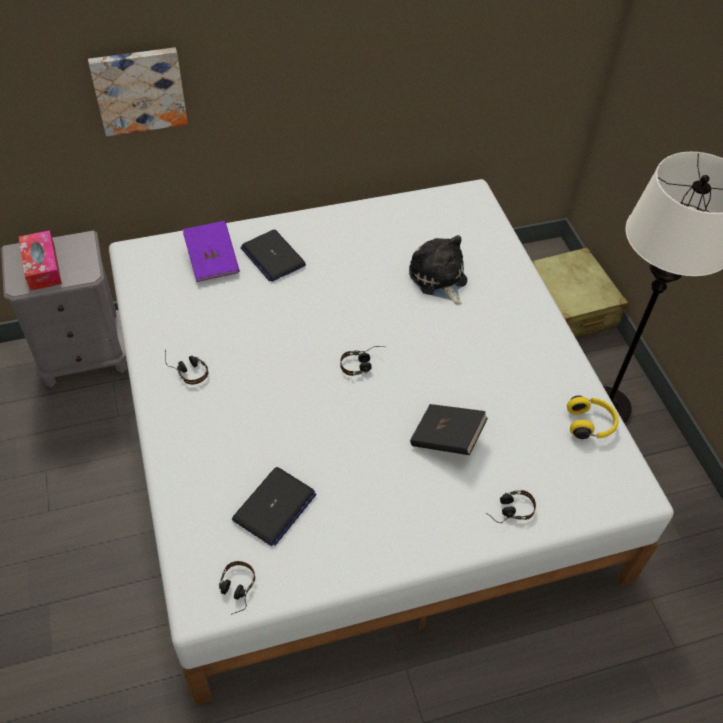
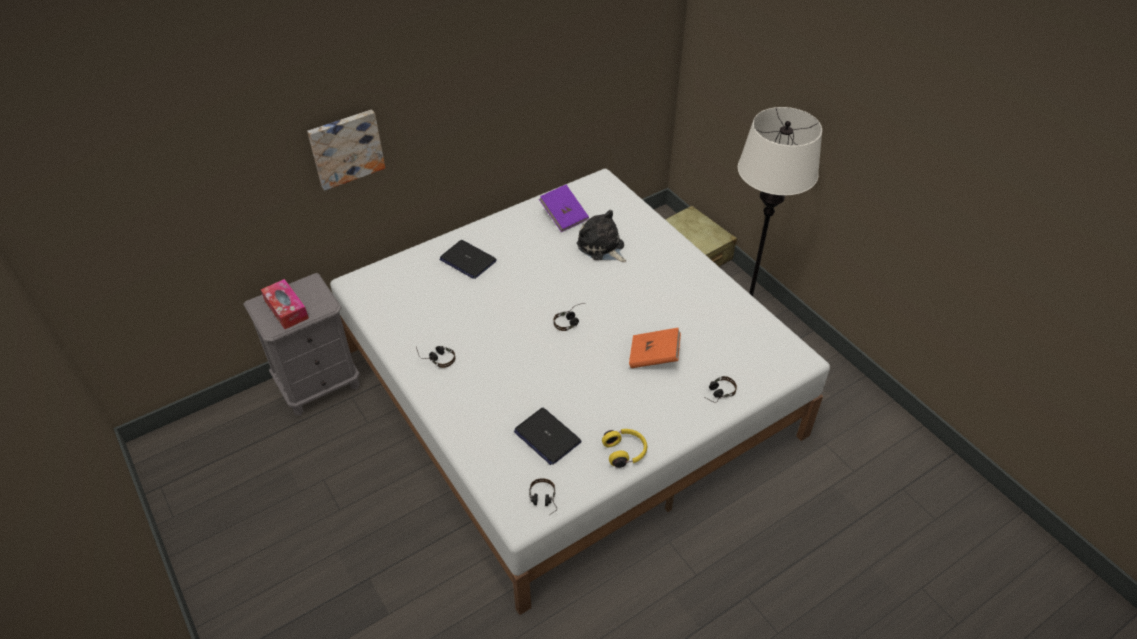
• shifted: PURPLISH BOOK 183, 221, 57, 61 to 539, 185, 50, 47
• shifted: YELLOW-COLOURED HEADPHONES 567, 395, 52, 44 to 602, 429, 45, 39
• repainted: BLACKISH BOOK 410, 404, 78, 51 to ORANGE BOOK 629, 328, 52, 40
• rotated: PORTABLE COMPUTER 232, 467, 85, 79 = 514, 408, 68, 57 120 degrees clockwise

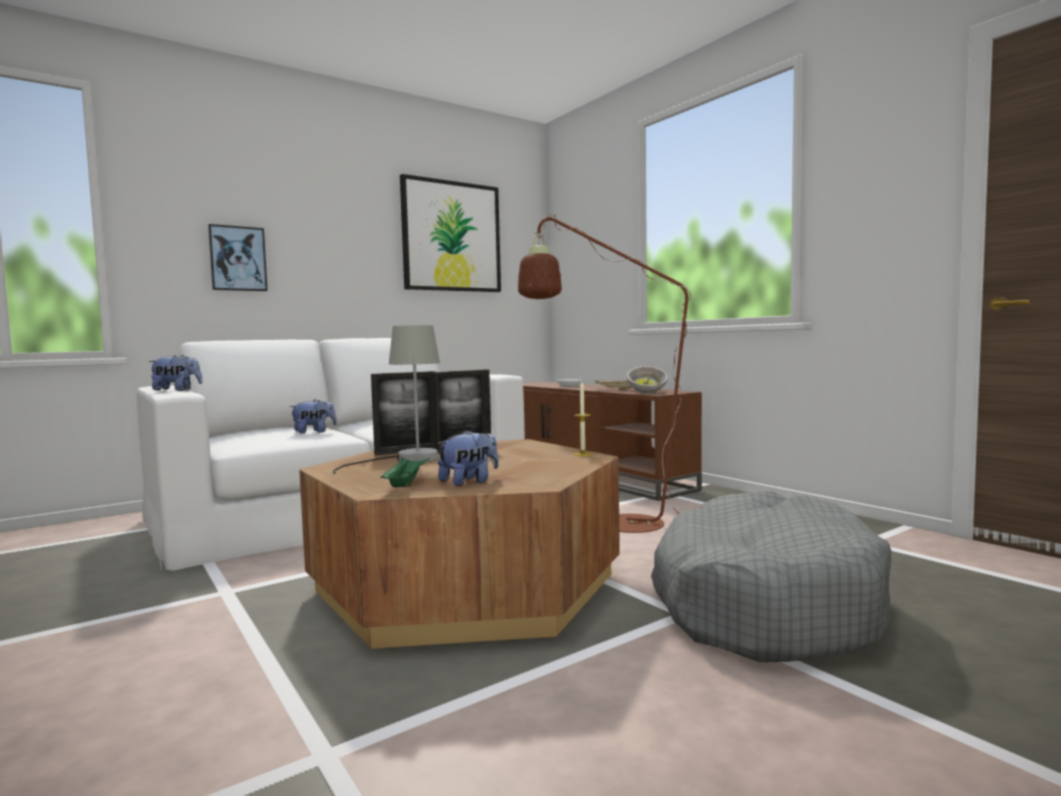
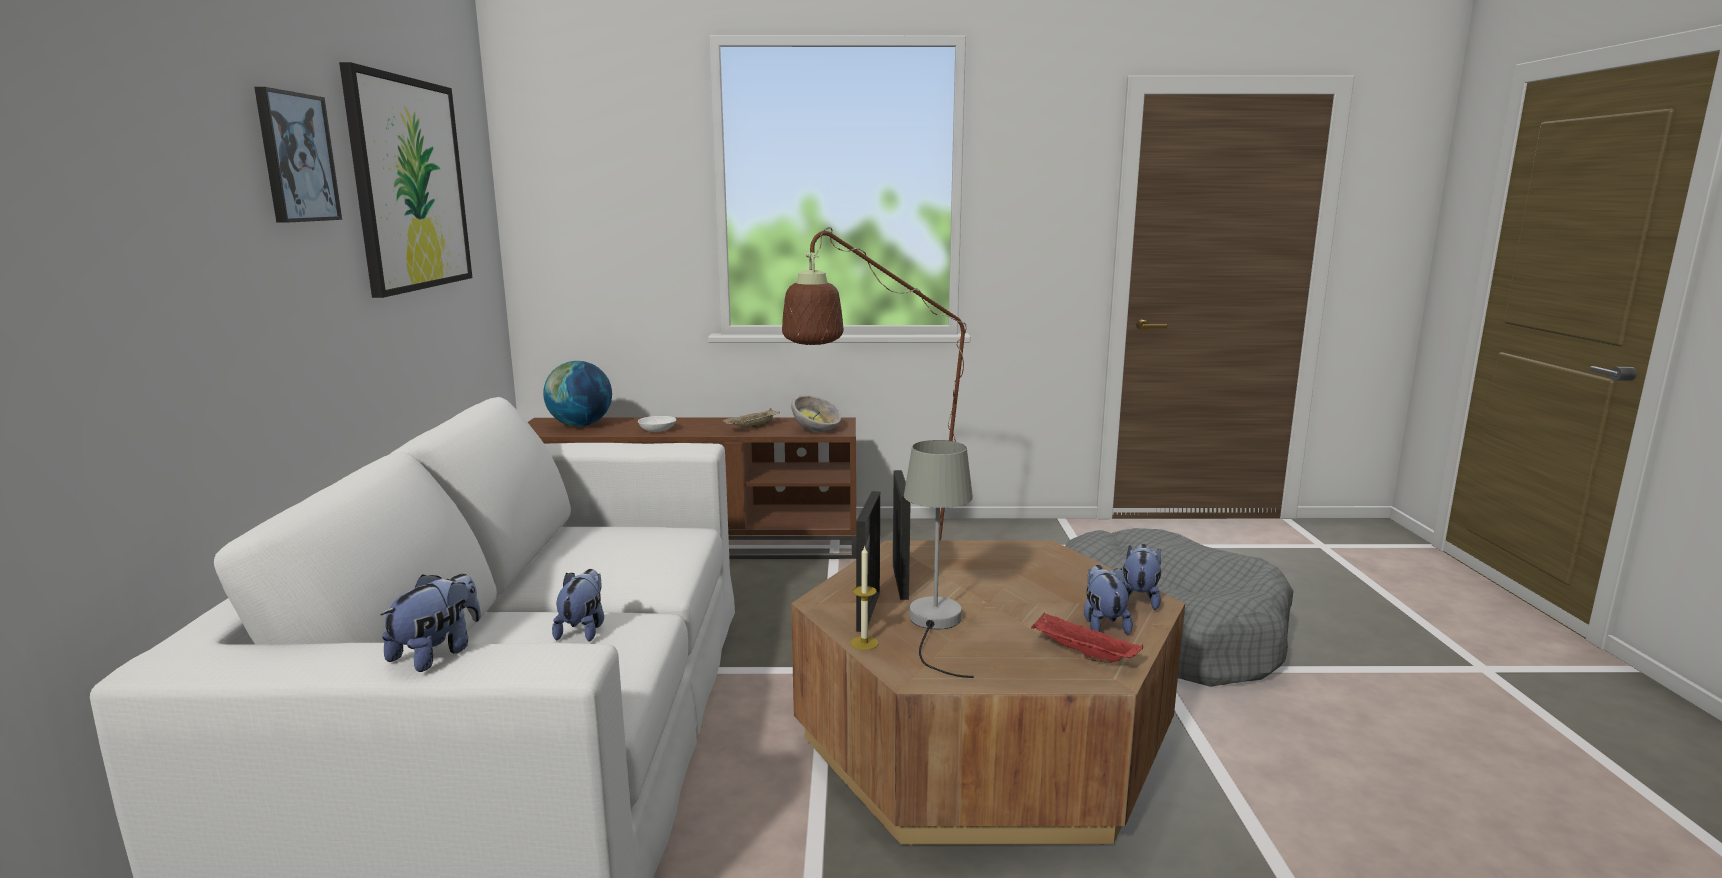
• new: GLOBE 543, 361, 69, 66
• new: PLUSH TOY 1123, 544, 38, 66
• shifted: WALL PICTURE 208, 224, 60, 67 to 254, 87, 88, 136
• shifted: CANDLE 573, 382, 20, 74 to 851, 545, 27, 105
• repainted: GREEN SERVING TRAY 379, 457, 51, 30 to REDDISH SERVING TRAY 1031, 612, 112, 51

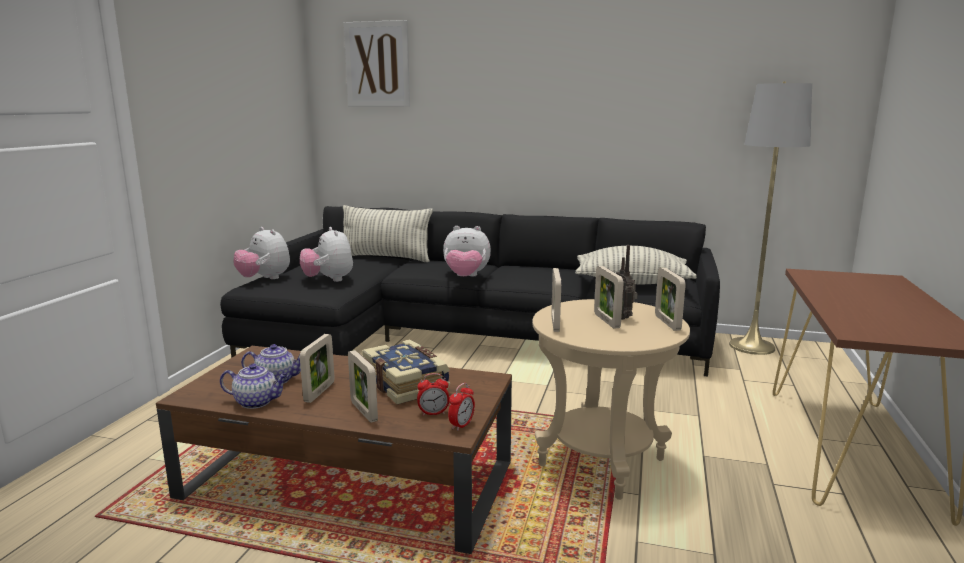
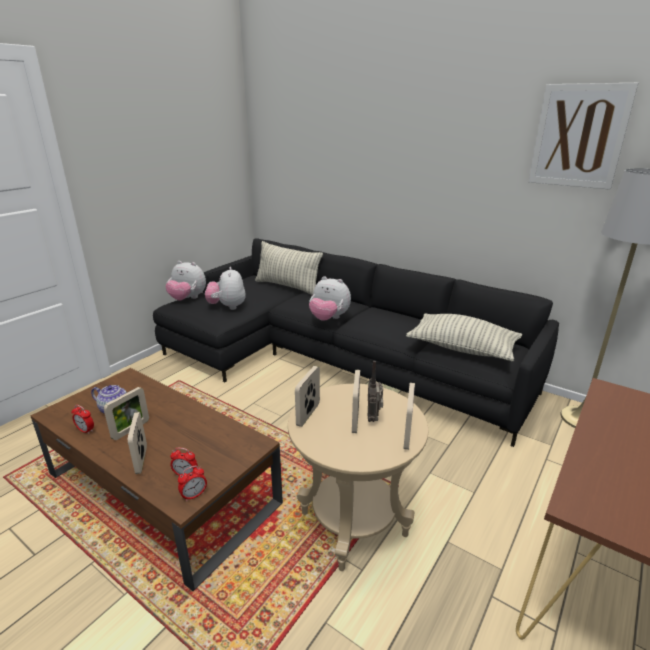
• gone: BOOK 362, 339, 88, 65
• shifted: WALL PICTURE 344, 20, 66, 87 to 529, 83, 109, 107
• swapped: POT FOR TEA 220, 363, 68, 46 to ALARM CLOCK 71, 405, 23, 29
• rotated: PLUSH TOY 234, 227, 56, 52 = 165, 261, 41, 39 45 degrees counterclockwise

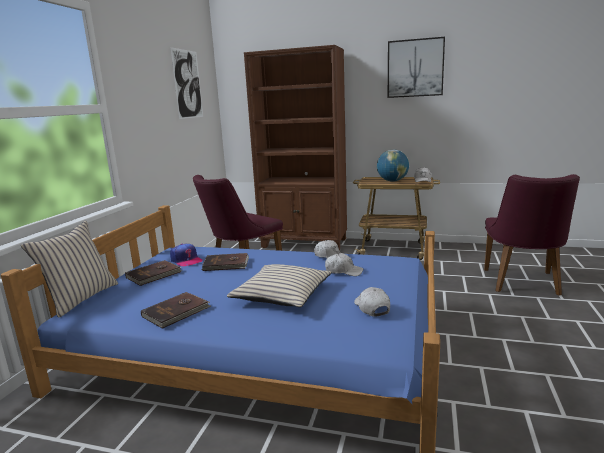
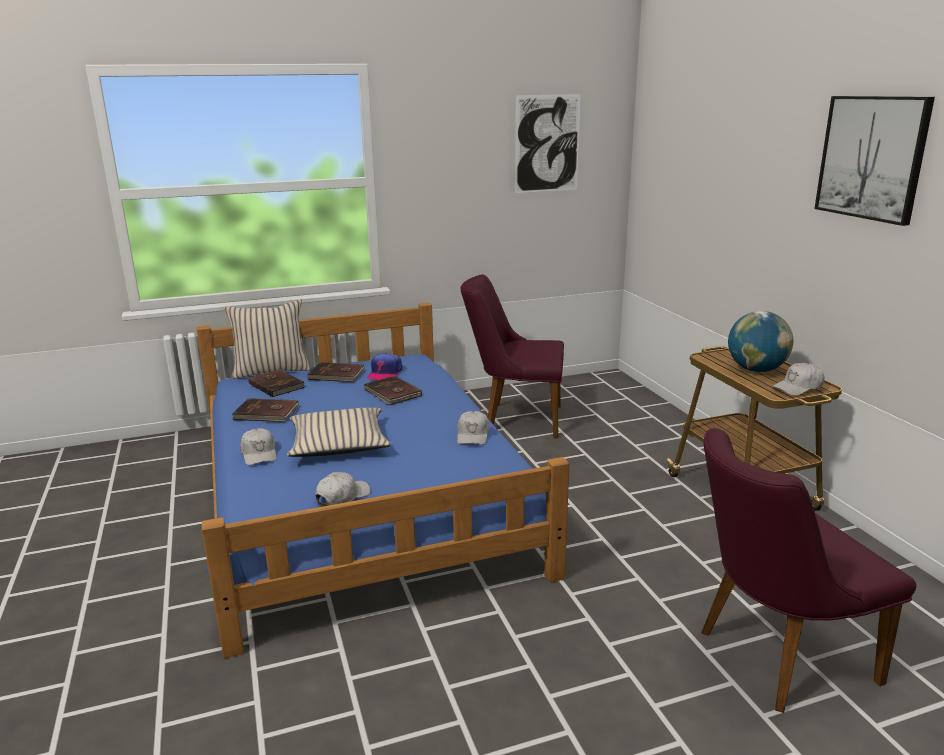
• gone: BROWNISH SHELVING UNIT 244, 45, 103, 206
• new: BROWNISH BOOK 248, 369, 57, 28
• shifted: WHITISH PEAKED CAP 325, 253, 38, 23 to 240, 428, 37, 37

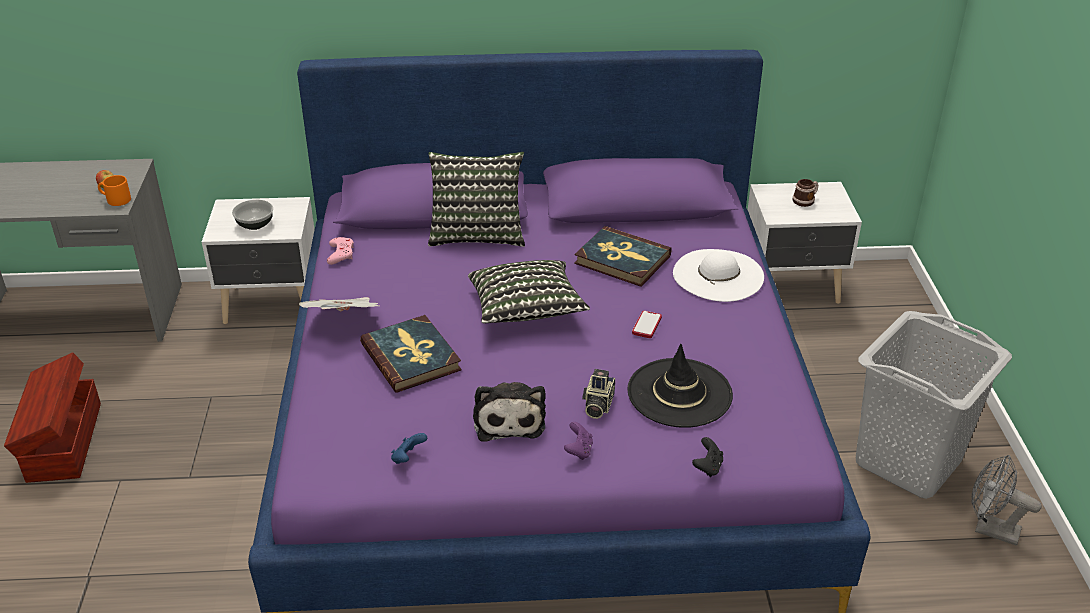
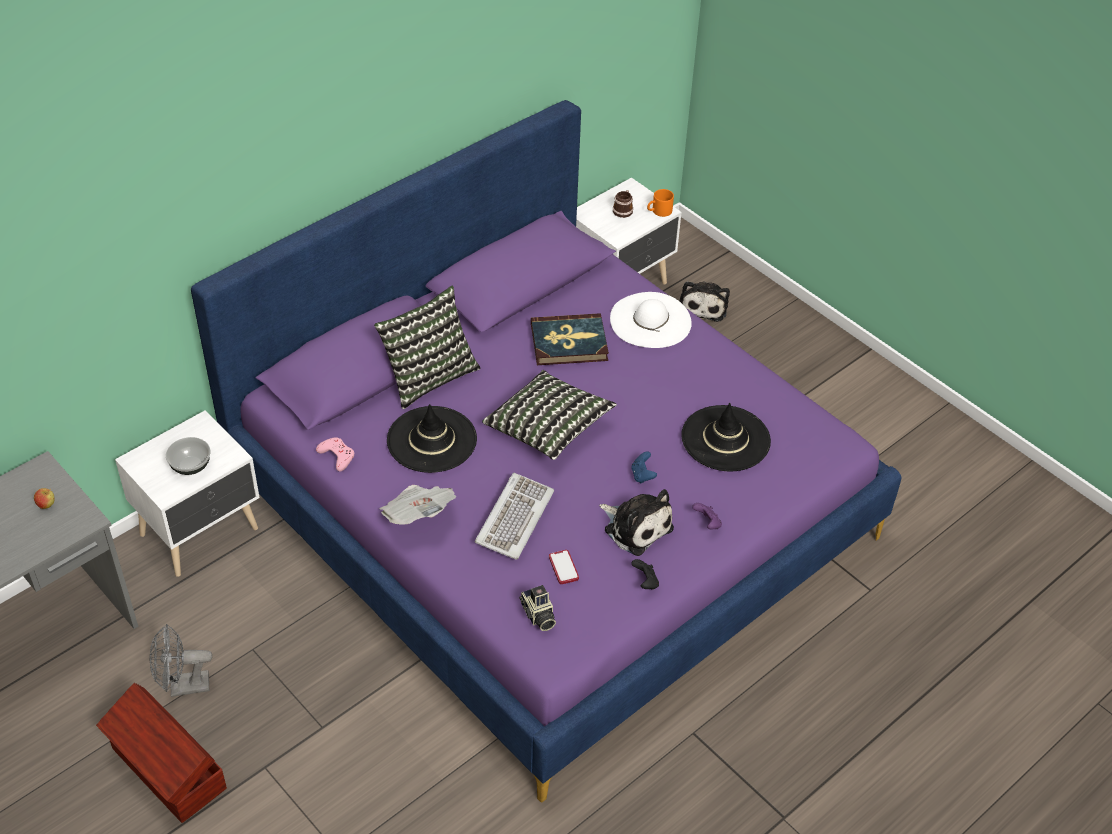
• gone: GREY WASHING BASKET 856, 311, 156, 188
• new: BLACKISH HAT 387, 404, 90, 69
• new: PLUSH TOY 680, 281, 50, 41
• shifted: ORANGE COFFEE MUG 98, 175, 33, 31 to 647, 189, 27, 28
• shifted: BLUE-COLOURED GAME CONTROLLER 391, 433, 36, 31 to 631, 451, 26, 32
• shifted: PHOTO CAMERA 582, 369, 33, 50 to 519, 585, 37, 46
• shifted: PHONE 632, 311, 30, 27 to 549, 550, 30, 34
• shifted: BLACKISH GAME CONTROLLER 692, 437, 31, 40 to 631, 559, 28, 31
• shifted: GREY ELECTRIC FAN 971, 455, 71, 91 to 150, 624, 63, 73
• swapped: BOOK 360, 315, 102, 78 to PC KEYBOARD 475, 473, 79, 87

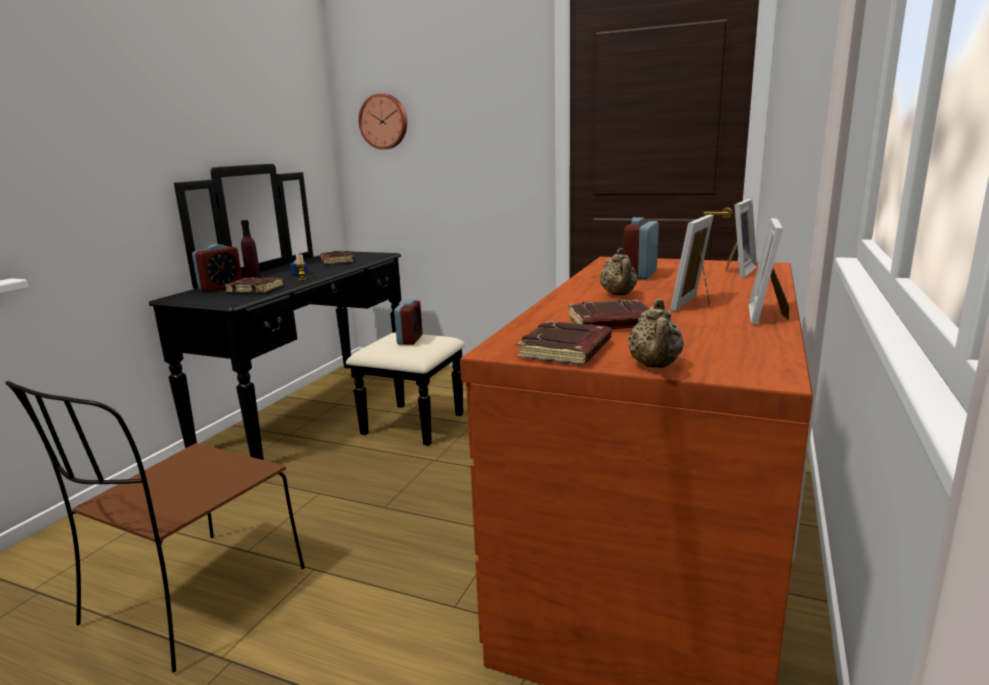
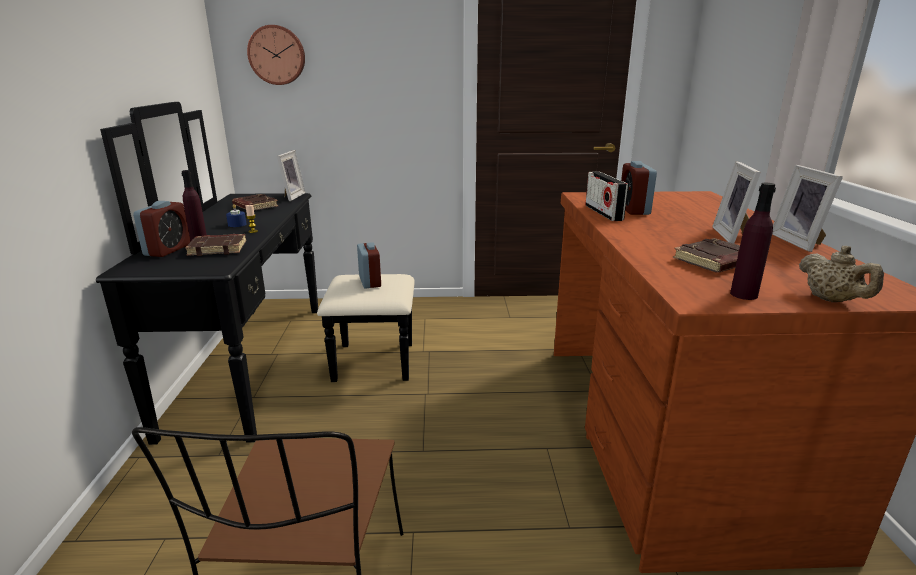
• gone: BEIGE-COLOURED POT FOR TEA 600, 248, 38, 47
• new: RADIO RECEIVER 585, 171, 43, 50
• shifted: PICTURE FRAME 726, 199, 31, 79 to 277, 150, 29, 51
• swapped: BROWNISH BOOK 516, 321, 95, 44 to PURPLISH BEVERAGE BOTTLE 730, 183, 46, 117

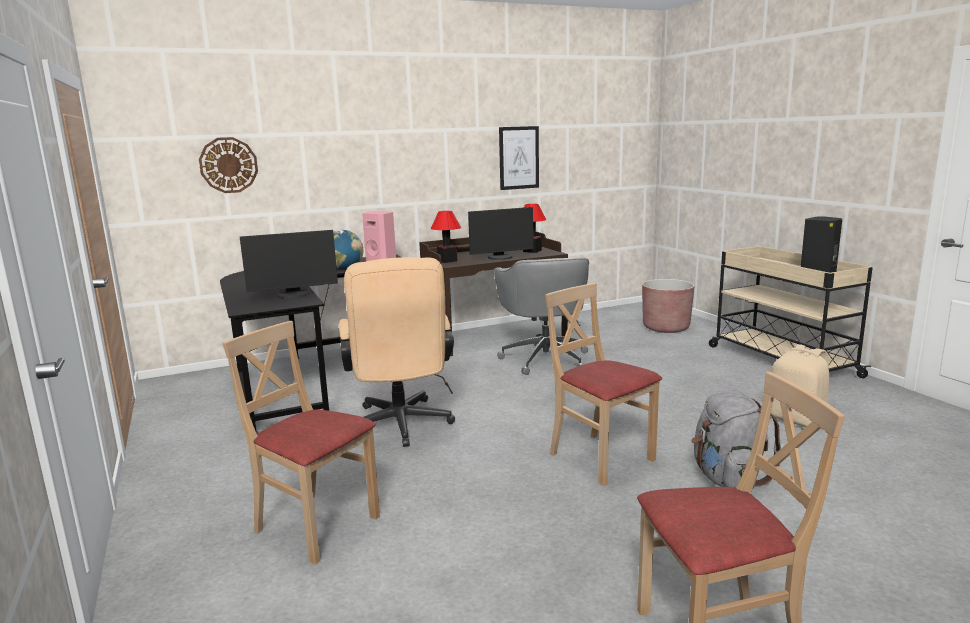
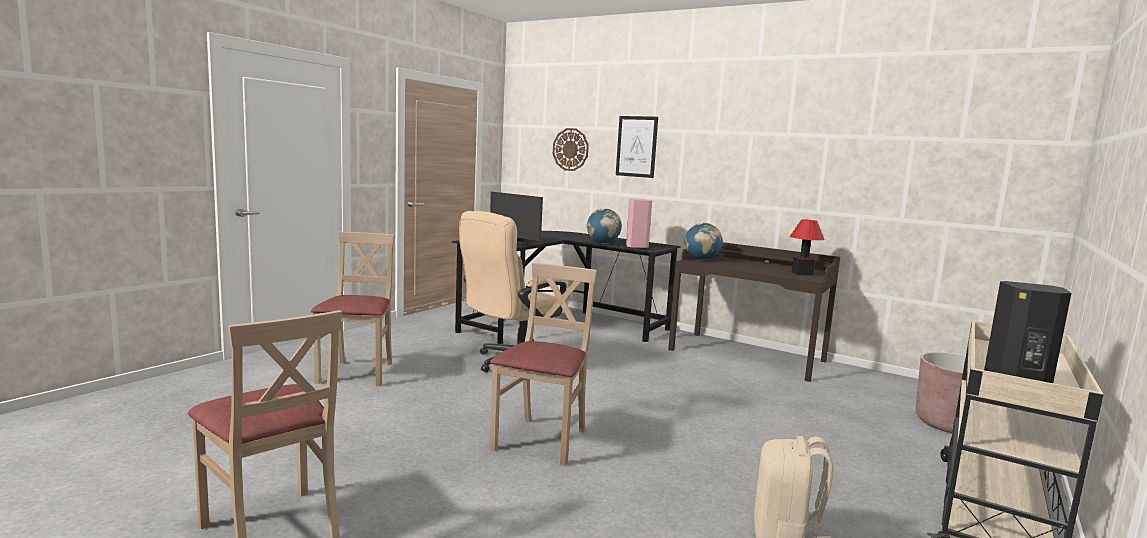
• gone: COMPUTER SCREEN 468, 207, 65, 53
• gone: GREY DESK CHAIR 494, 257, 95, 118
• gone: GREY KNAPSACK 691, 390, 92, 98
• shifted: WALL PICTURE 499, 126, 40, 64 to 616, 116, 42, 62
• swapped: TABLE LAMP 431, 211, 30, 52 to GLOBE 685, 223, 38, 37

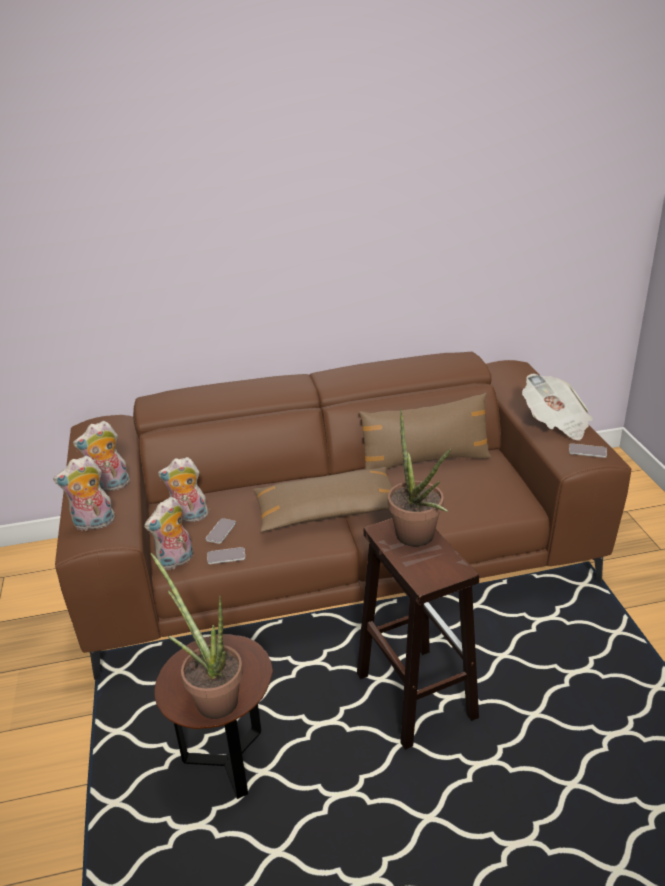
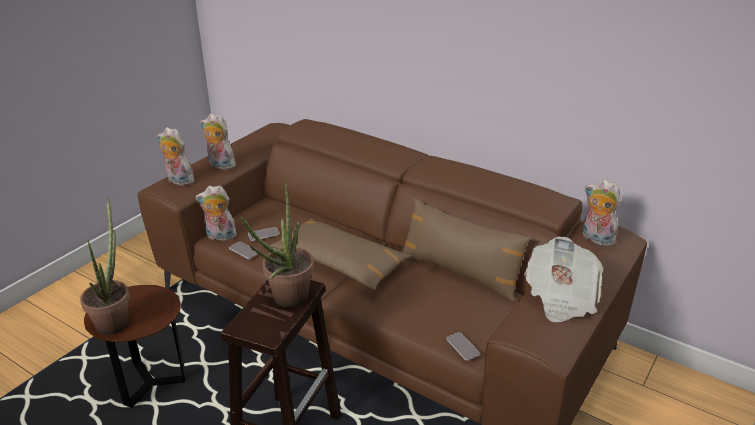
• shifted: PLUSH TOY 158, 457, 50, 65 to 583, 180, 38, 67
• shifted: PHONE 569, 444, 38, 14 to 446, 332, 34, 29

